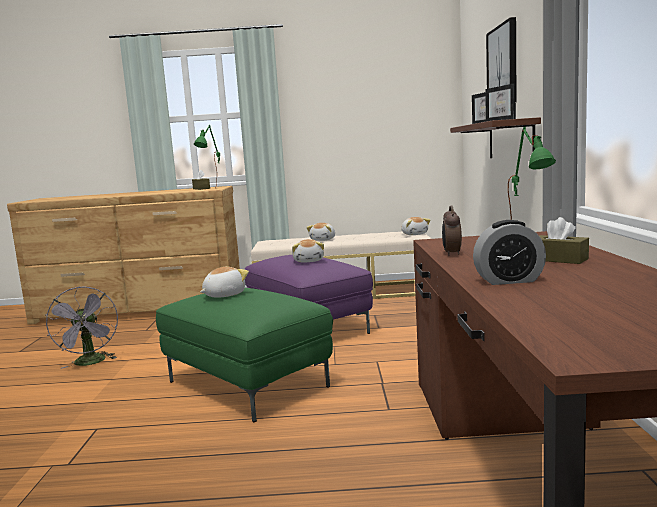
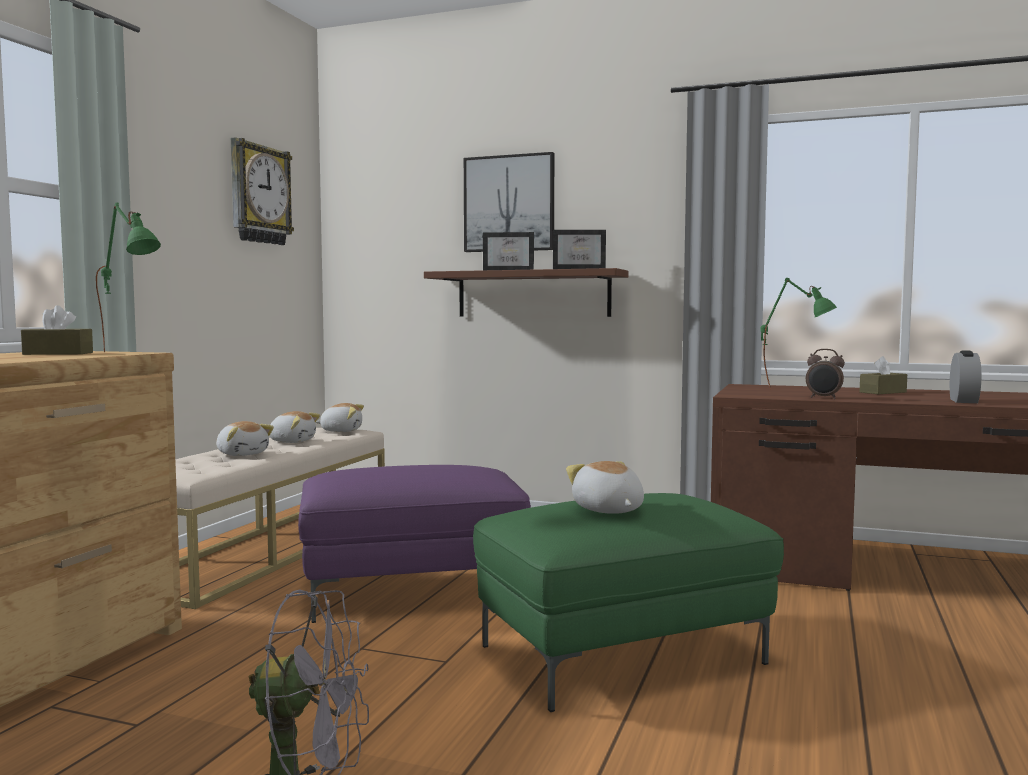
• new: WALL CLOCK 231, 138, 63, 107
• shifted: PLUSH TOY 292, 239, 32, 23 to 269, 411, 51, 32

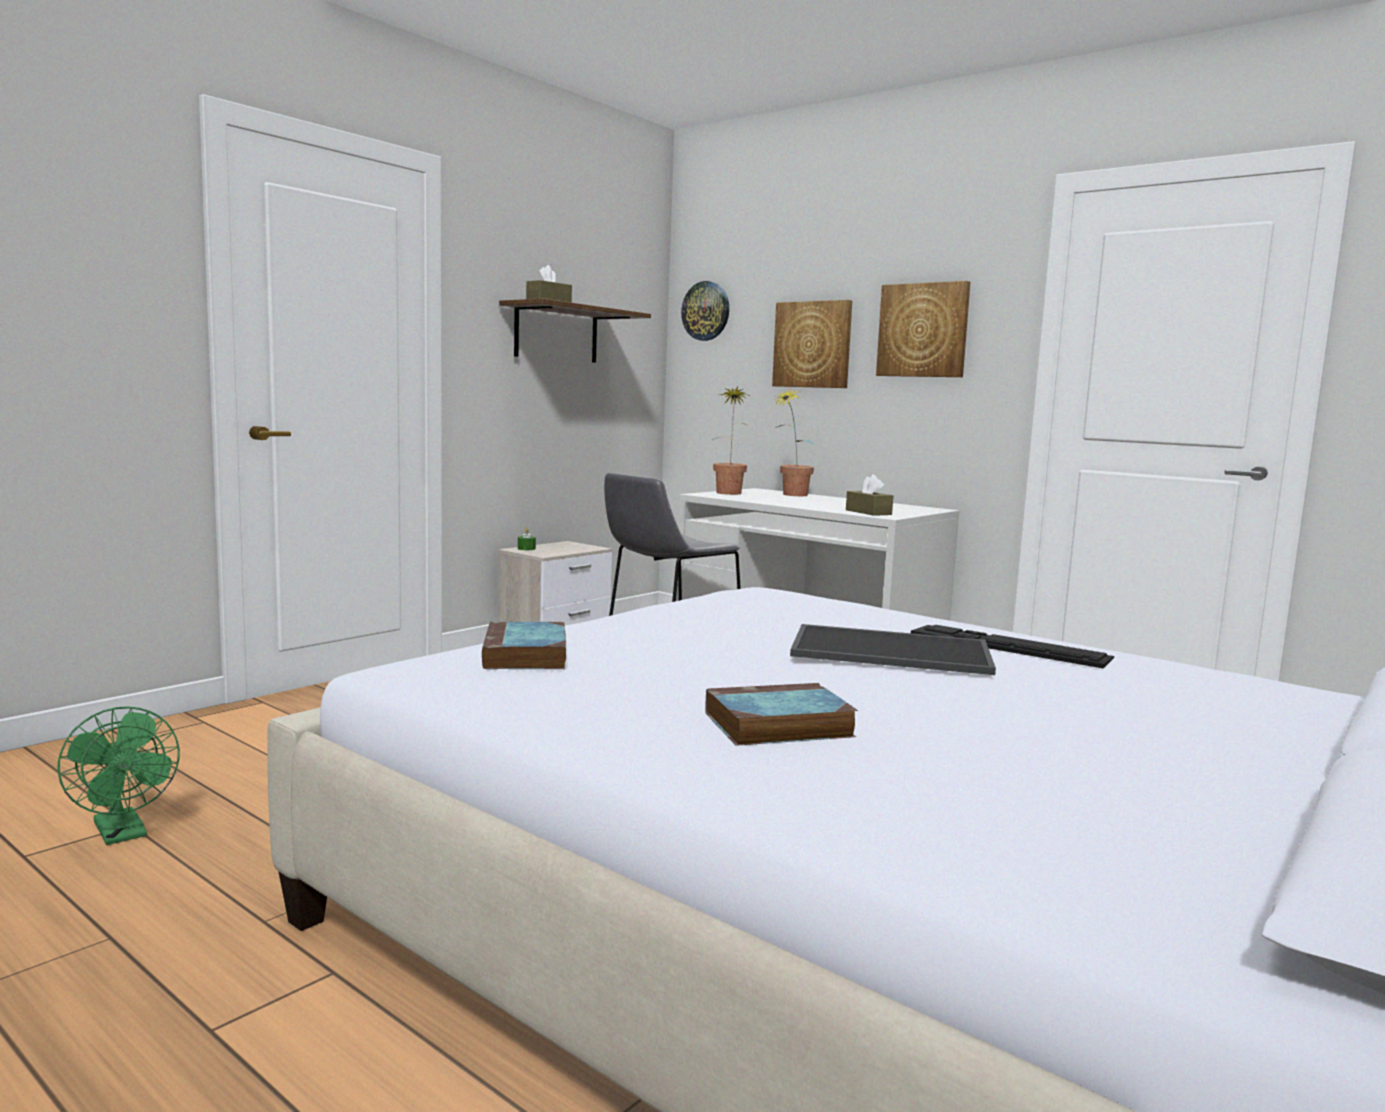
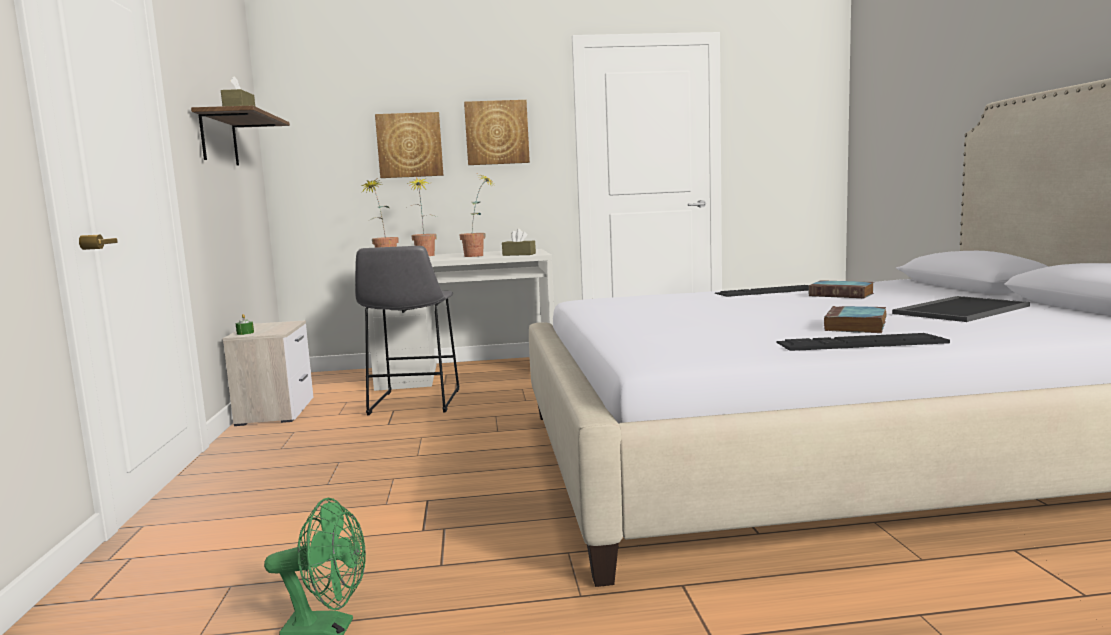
• gone: WALL CLOCK 681, 281, 48, 60
• new: POTTED PLANT 459, 175, 36, 82
• new: PC KEYBOARD 776, 333, 174, 18
• shifted: BOOK 482, 622, 84, 47 to 809, 280, 65, 18
• shifted: SERVING TRAY 790, 624, 206, 51 to 892, 296, 138, 26

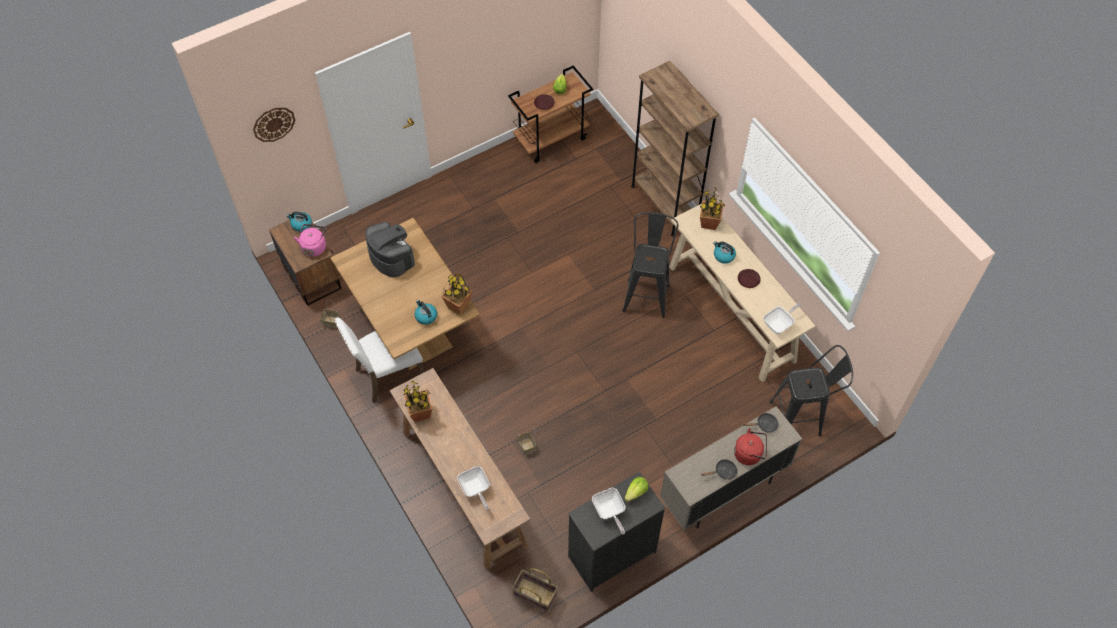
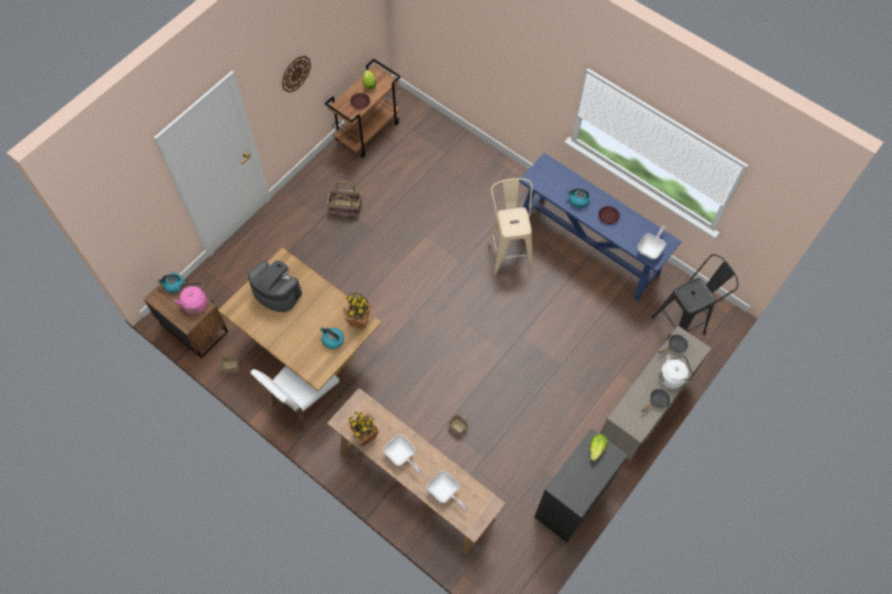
• gone: BROWNISH SHELVING UNIT 631, 61, 88, 175
• gone: POTTED PLANT 700, 187, 25, 43
• shifted: WALL CLOCK 253, 108, 42, 34 to 282, 55, 29, 38
• shifted: STORAGE BASKET 512, 568, 46, 44 to 327, 181, 35, 35
• shifted: PAN 592, 488, 34, 47 to 383, 434, 39, 40
• repainted: BLACKISH STOOL 623, 212, 56, 106 to BEIGE-COLOURED STOOL 487, 178, 46, 97
• repainted: BEIGE-COLOURED NARROW TABLE 669, 204, 146, 178 to BLUE-COLOURED NARROW TABLE 518, 153, 163, 149
• repainted: REDDISH WATER KETTLE 734, 428, 33, 37 to WHITISH WATER KETTLE 659, 354, 35, 35

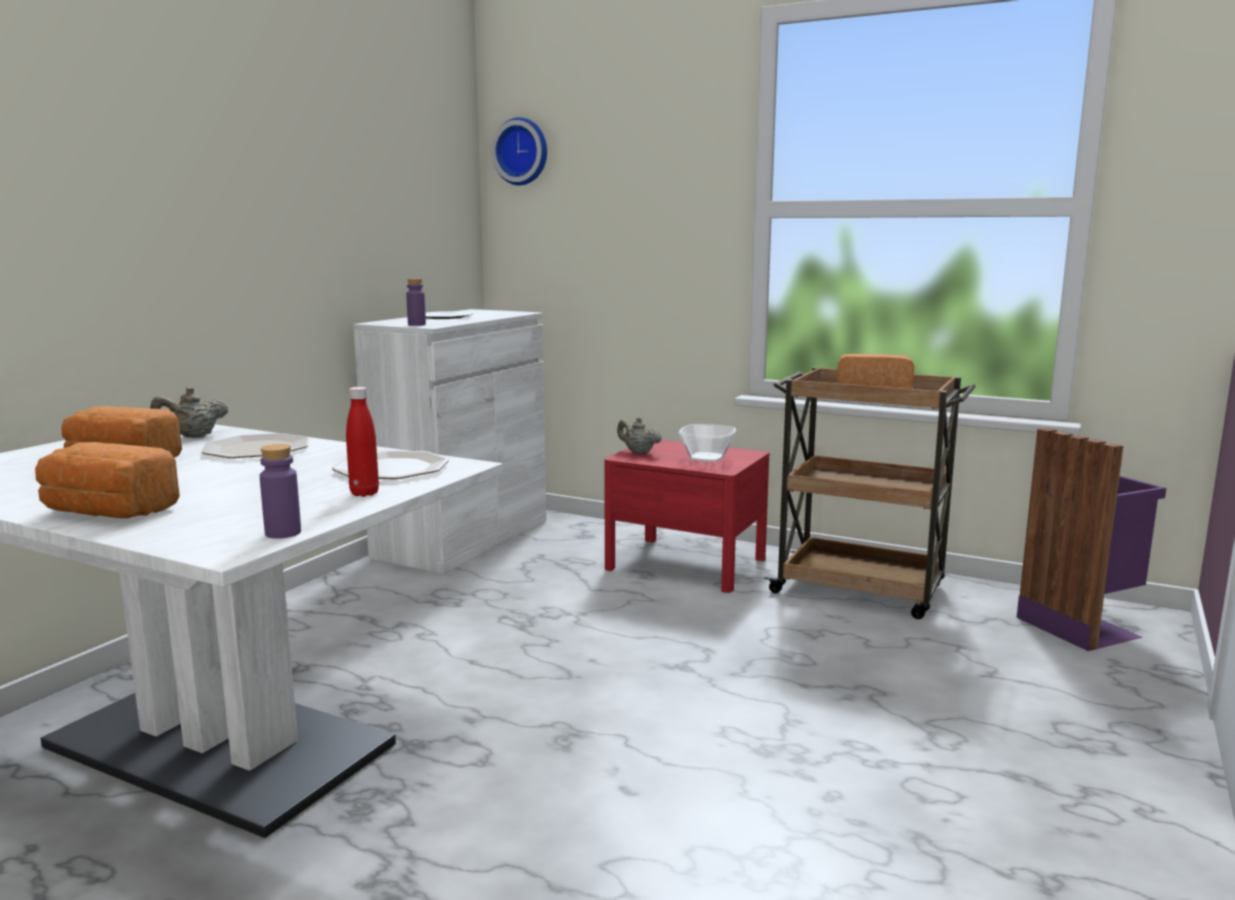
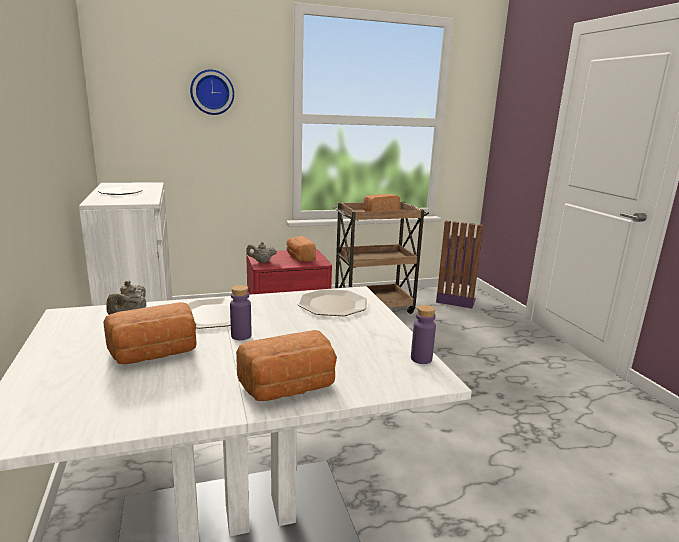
• gone: REDDISH BEVERAGE BOTTLE 346, 387, 33, 110
• shifted: PURPLISH BEVERAGE BOTTLE 406, 279, 20, 47 to 230, 285, 21, 55
• shifted: WALL CLOCK 491, 117, 56, 68 to 190, 69, 44, 46
• swapped: DEEP DISH 679, 424, 57, 38 to BAKED BREAD 287, 236, 29, 26

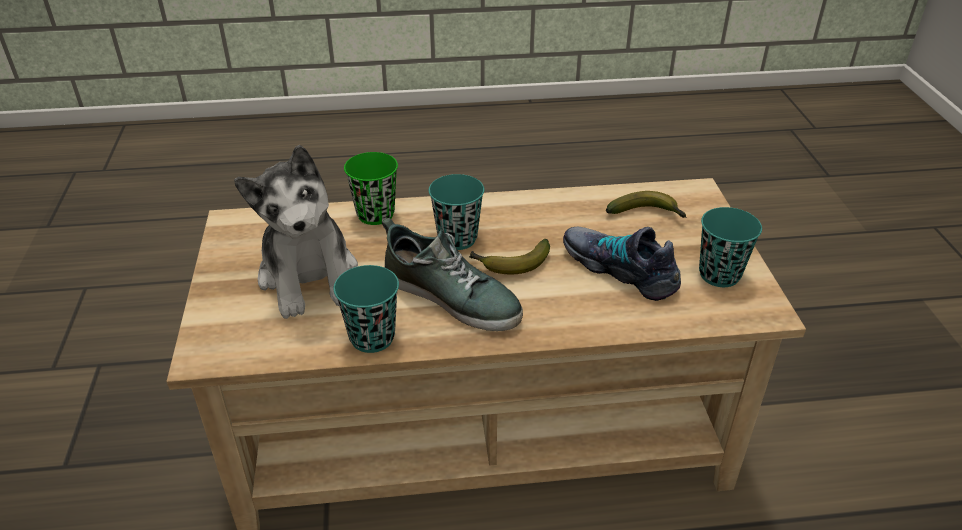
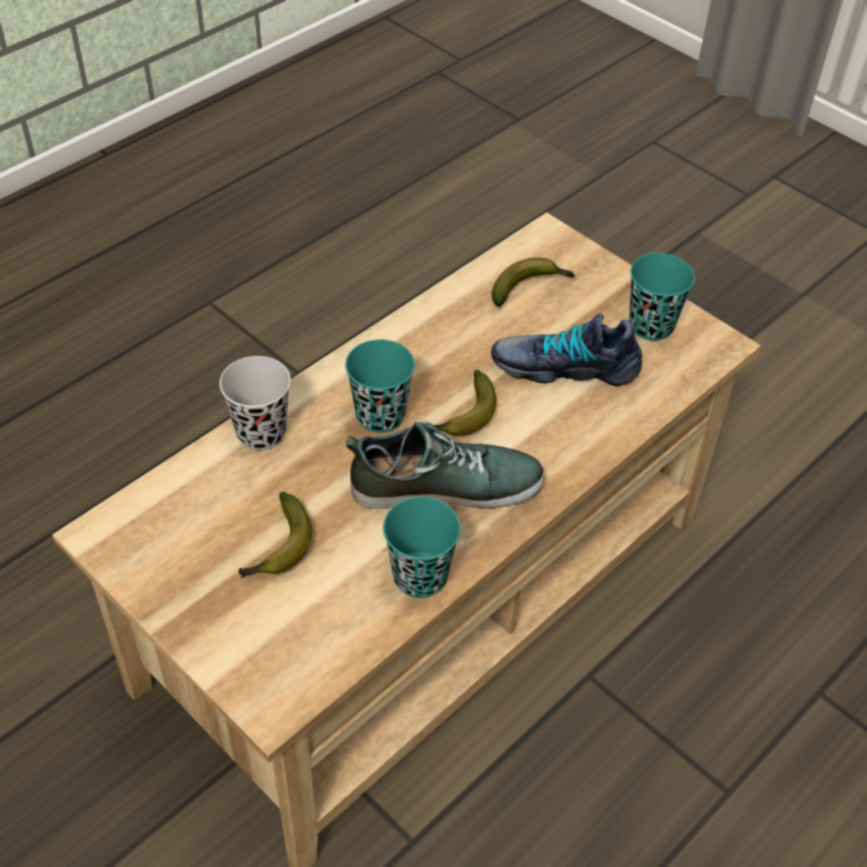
• swapped: PLUSH TOY 234, 145, 124, 174 to WHOLE BANANA 239, 492, 73, 86
• repainted: GREEN DRINKING CUP 344, 152, 54, 73 to BLACKISH DRINKING CUP 219, 356, 72, 94

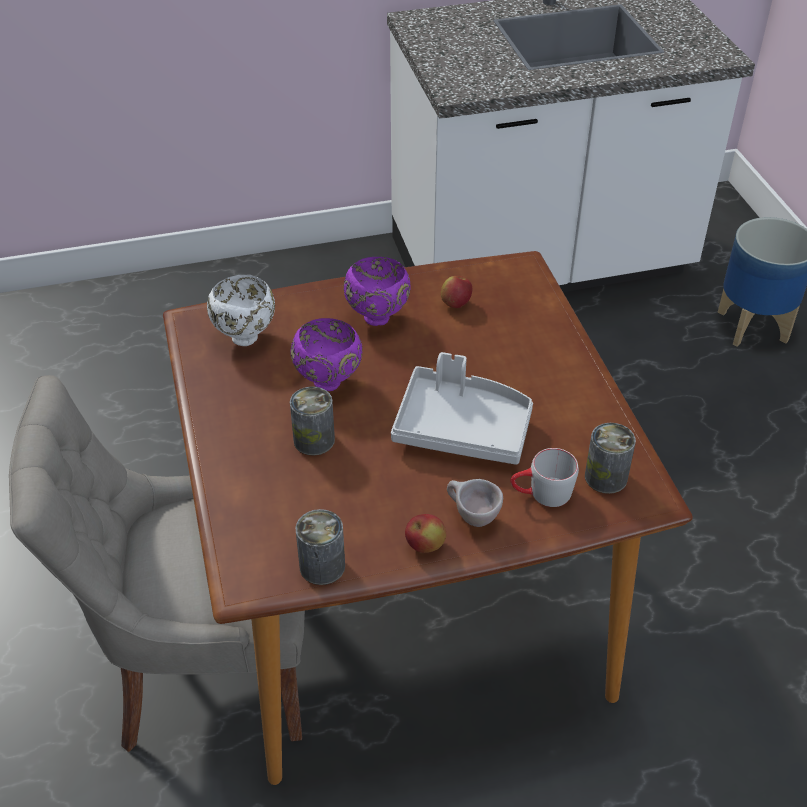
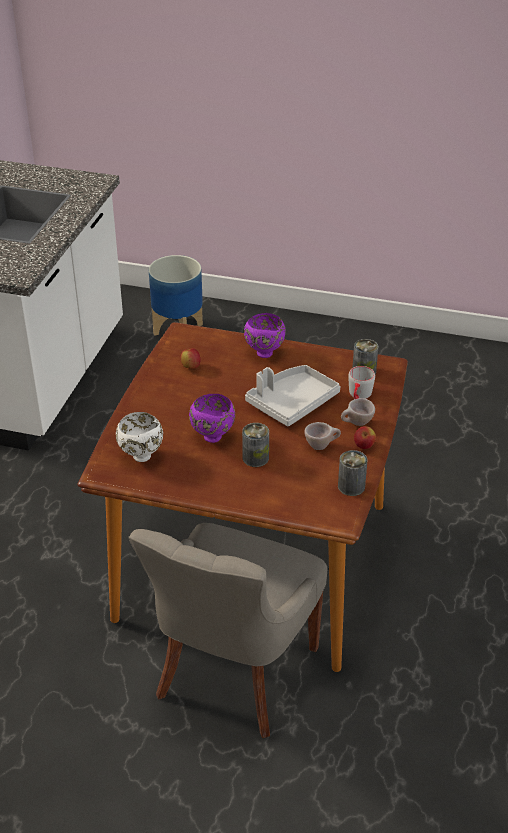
• new: BEIGE-COLOURED DRINKING CUP 304, 422, 37, 28
• shifted: PURPLISH DEEP DISH 344, 257, 66, 69 to 244, 313, 42, 45

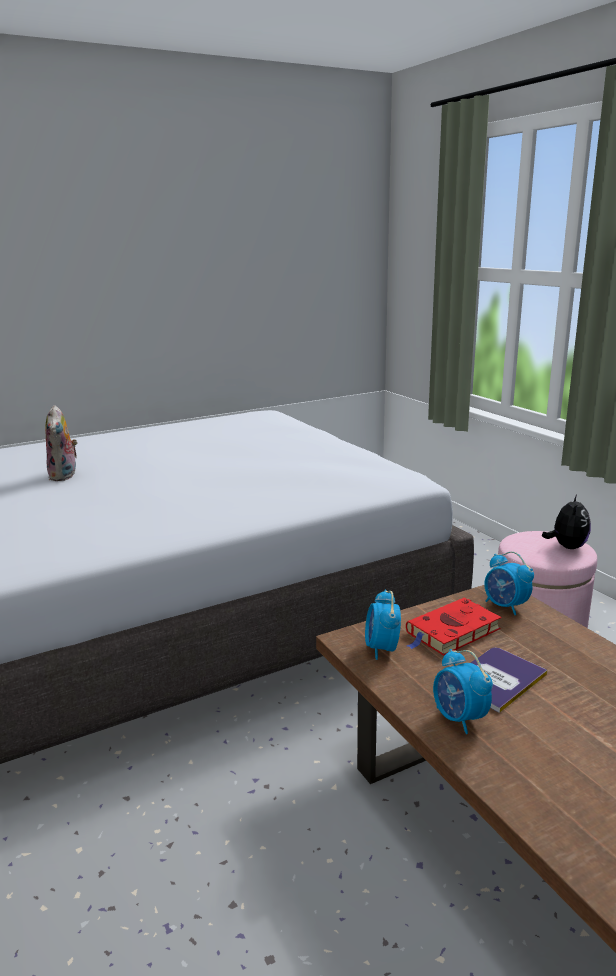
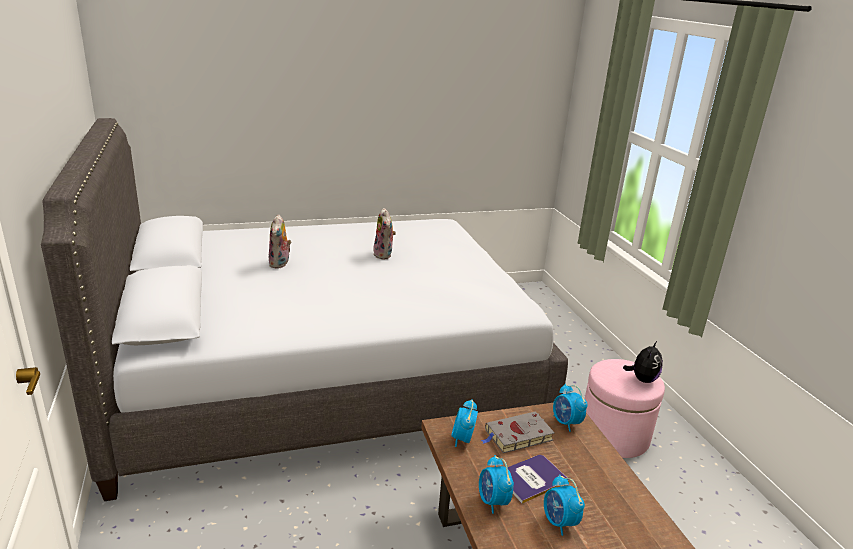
• new: PLUSH TOY 373, 208, 23, 51
• new: ALARM CLOCK 544, 474, 41, 62
• repainted: REDDISH BOOK 406, 598, 95, 58 to GREY BOOK 481, 411, 74, 42

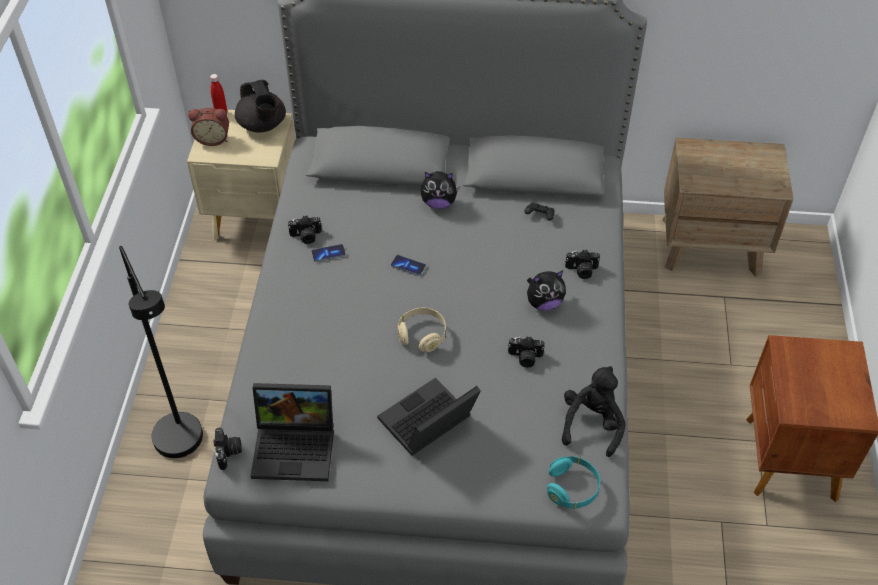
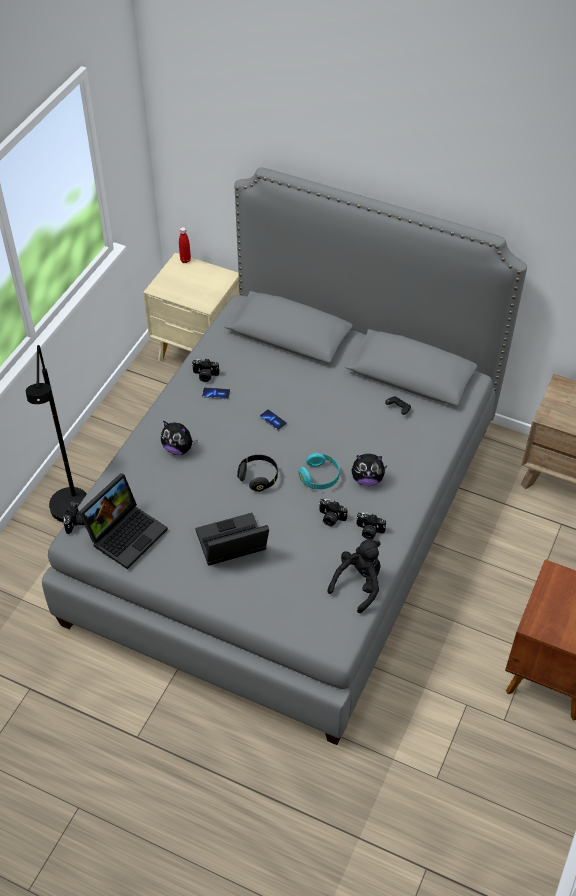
• gone: ALARM CLOCK 188, 108, 41, 38
• gone: BLACKISH POT FOR TEA 235, 80, 51, 52
• shifted: PLUSH TOY 420, 171, 40, 38 to 161, 421, 37, 34
• shifted: TURQUOISE HEADPHONES 547, 456, 53, 53 to 299, 453, 40, 36
• shifted: PHOTO CAMERA 565, 250, 35, 29 to 356, 512, 30, 28
• repainted: BEIGE-COLOURED HEADPHONES 398, 308, 48, 44 to BLACKISH HEADPHONES 237, 455, 41, 37
• rotated: PORTABLE COMPUTER 251, 383, 83, 98 = 79, 473, 89, 97 75 degrees counterclockwise

